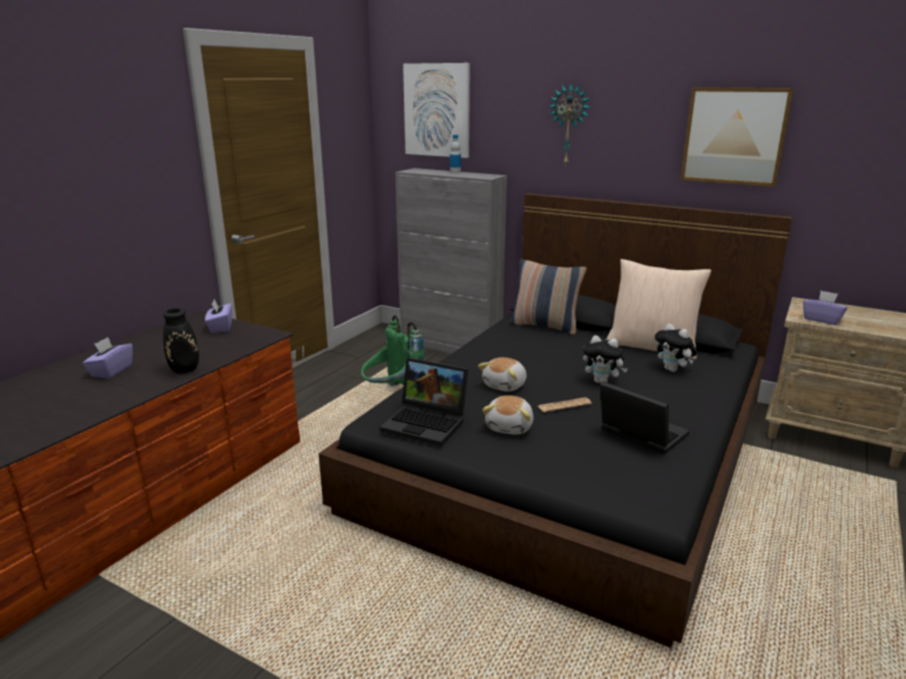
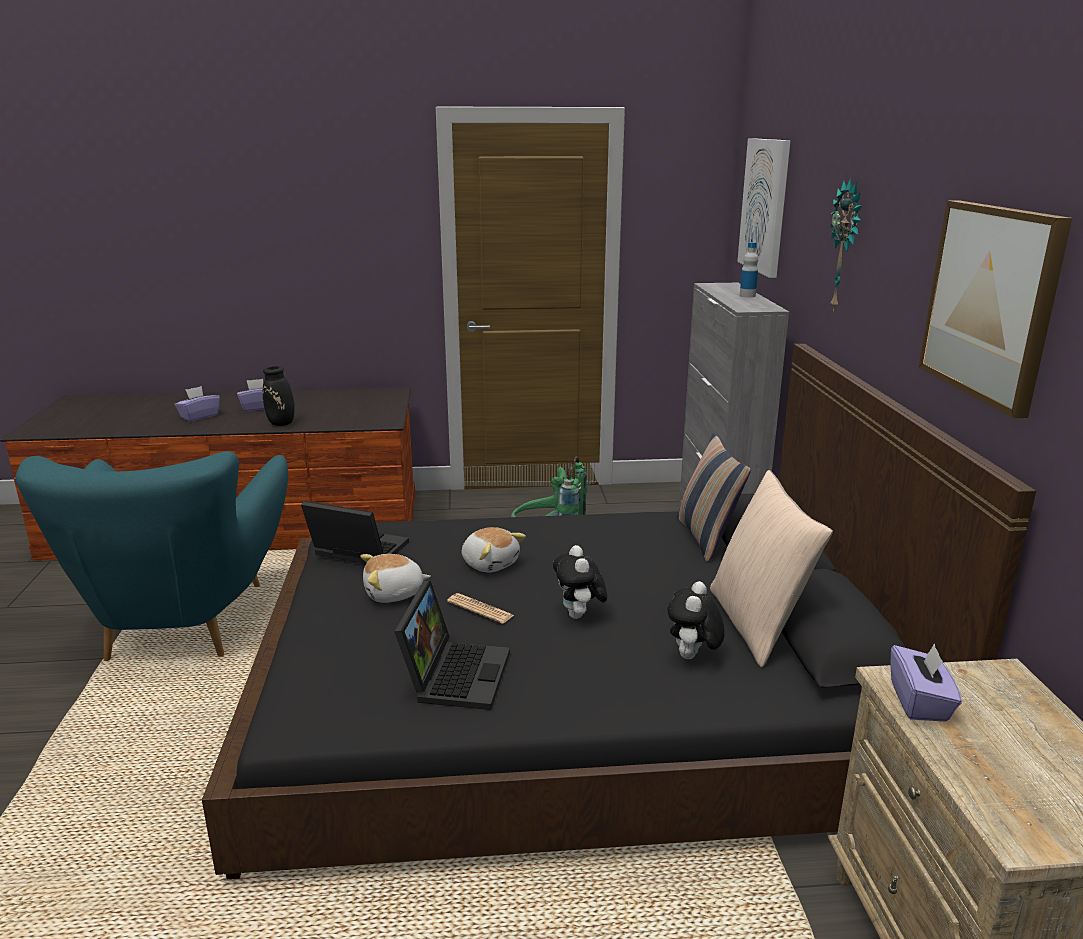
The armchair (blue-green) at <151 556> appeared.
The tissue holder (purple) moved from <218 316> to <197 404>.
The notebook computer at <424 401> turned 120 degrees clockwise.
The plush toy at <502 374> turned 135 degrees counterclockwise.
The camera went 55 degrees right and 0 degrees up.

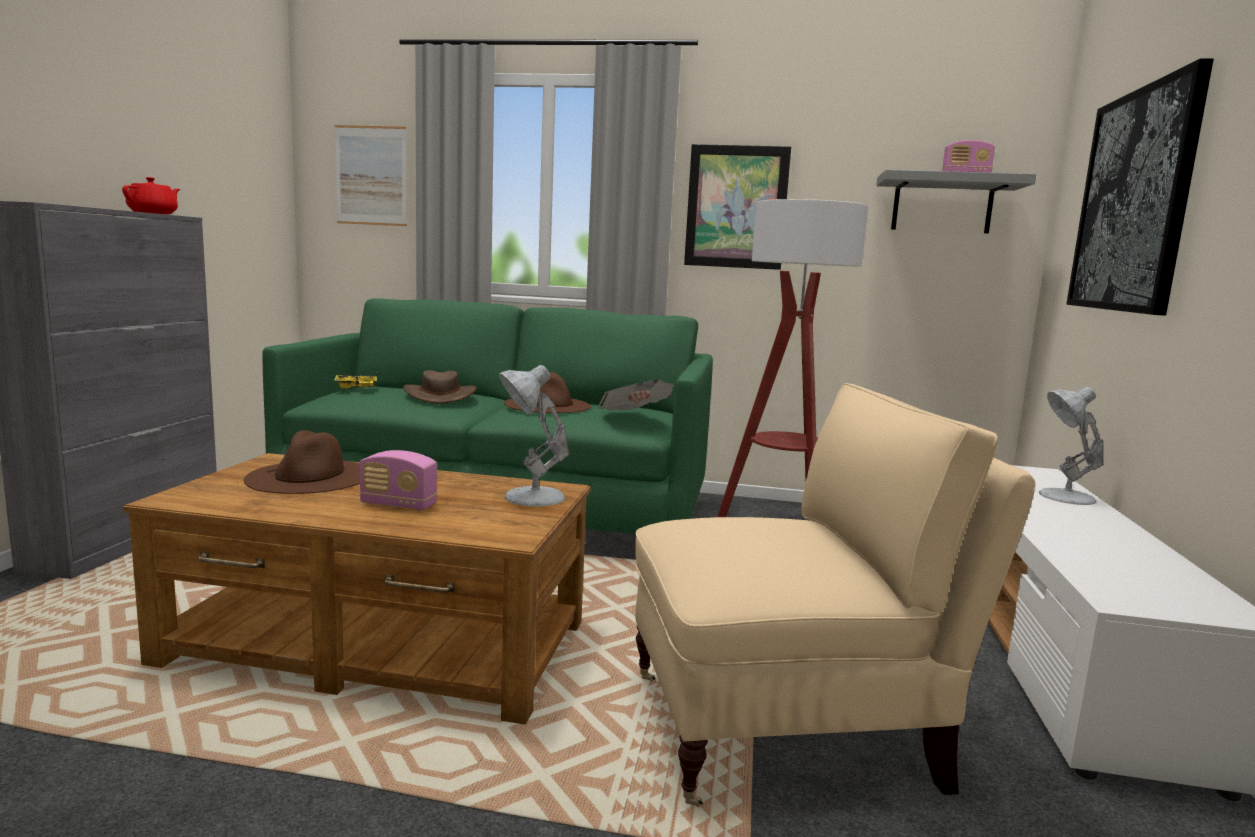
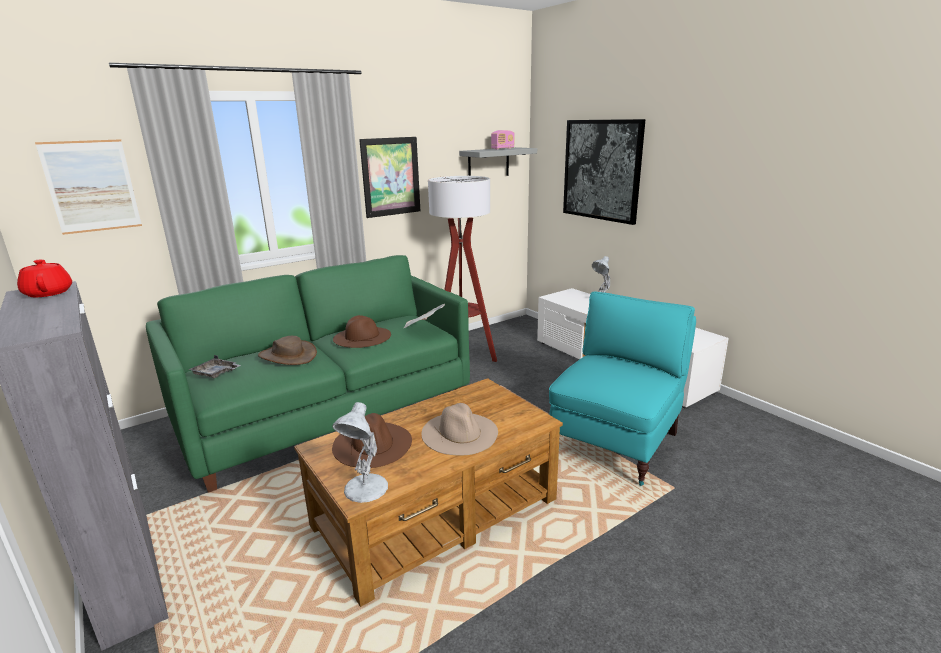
The table lamp (whitish) moved from <534 435> to <360 452>.
The radio receiver at <398 480> was replaced by the wearable hat (beige-coloured) at <460 429>.
The tray (yellow) at <356 380> became the tray (greyish) at <214 366>.
The armchair (beige-coloured) at <835 595> became the armchair (blue-green) at <622 388>.
The camera went 45 degrees left and 10 degrees up.

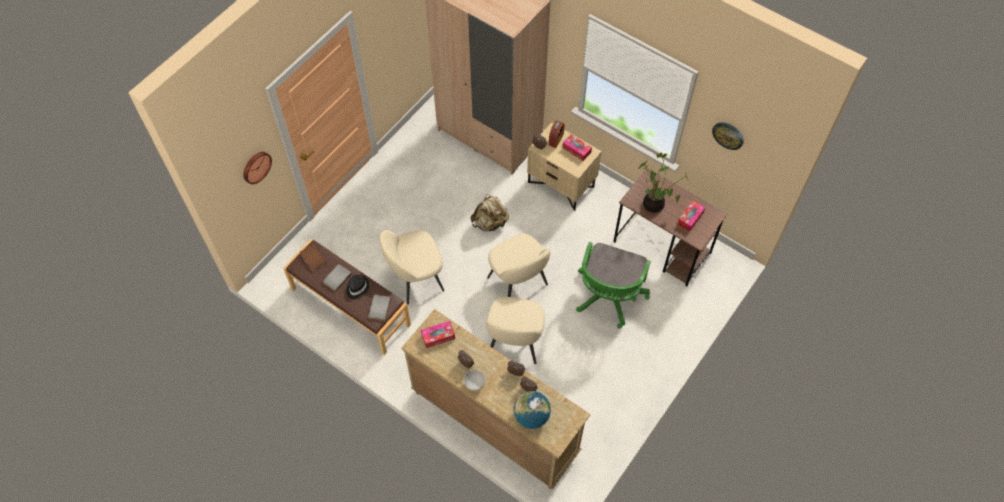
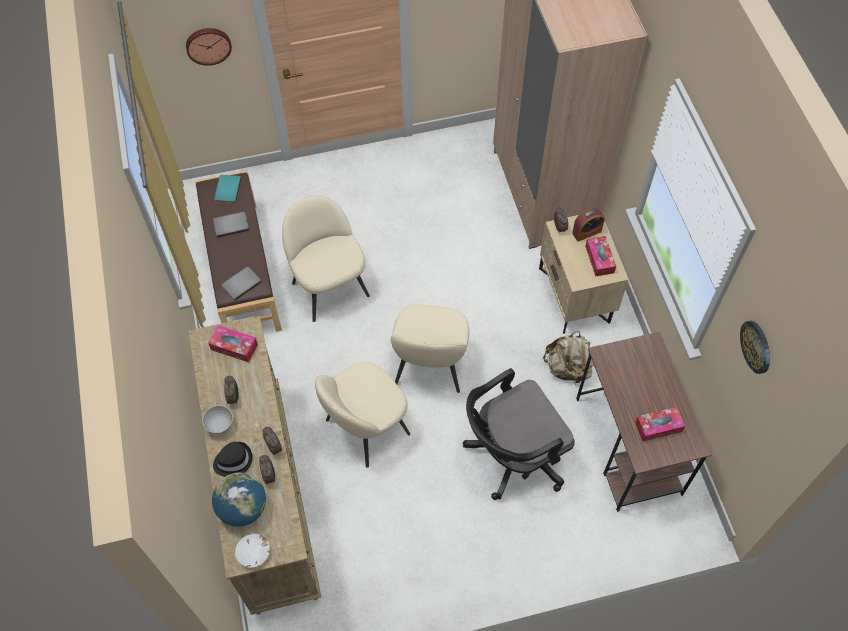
The plant in a pot at <663 182> disappeared.
The serving bowl (whitish) at <252 551> appeared.
The wearable hat (black) moved from <357 287> to <232 459>.
The knapsack (beige-coloured) moved from <489 212> to <568 358>.
The bound book (brownish) at <313 257> became the bound book (blue-green) at <227 189>.
The office chair (green) at <613 285> became the office chair (black) at <519 434>.
The chair (beige-coloured) at <411 267> turned 45 degrees clockwise.
The camera went 40 degrees right and 0 degrees up.

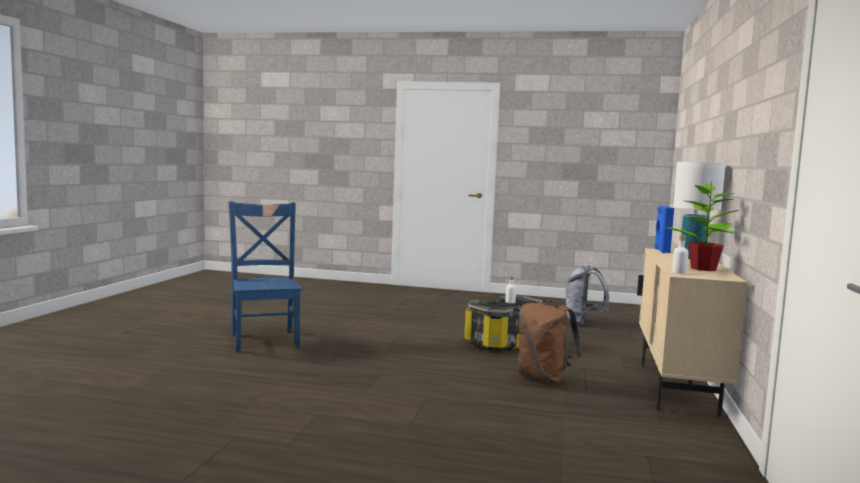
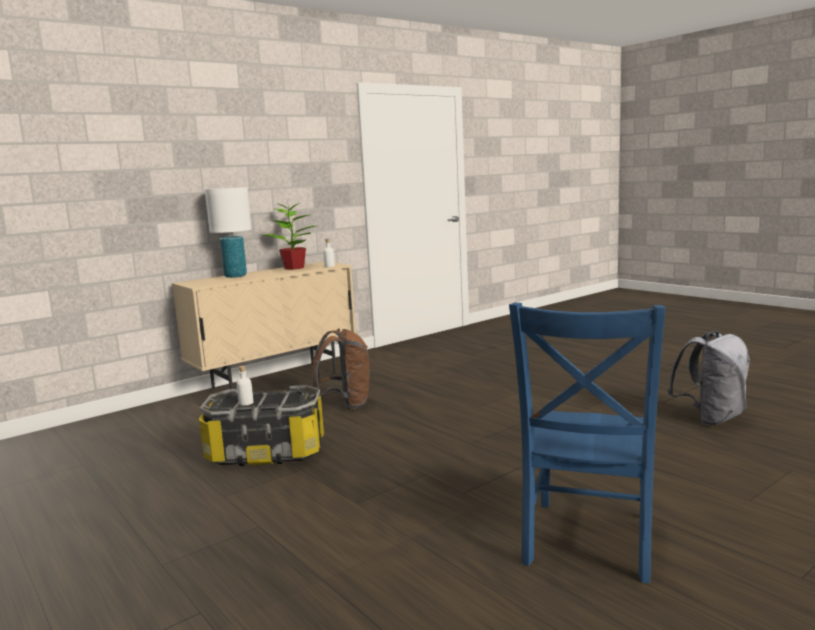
The loudspeaker (blue-coloured) at <664 229> disappeared.
The knapsack (greyish) moved from <587 294> to <708 378>.
The camera went 140 degrees left and 5 degrees up.

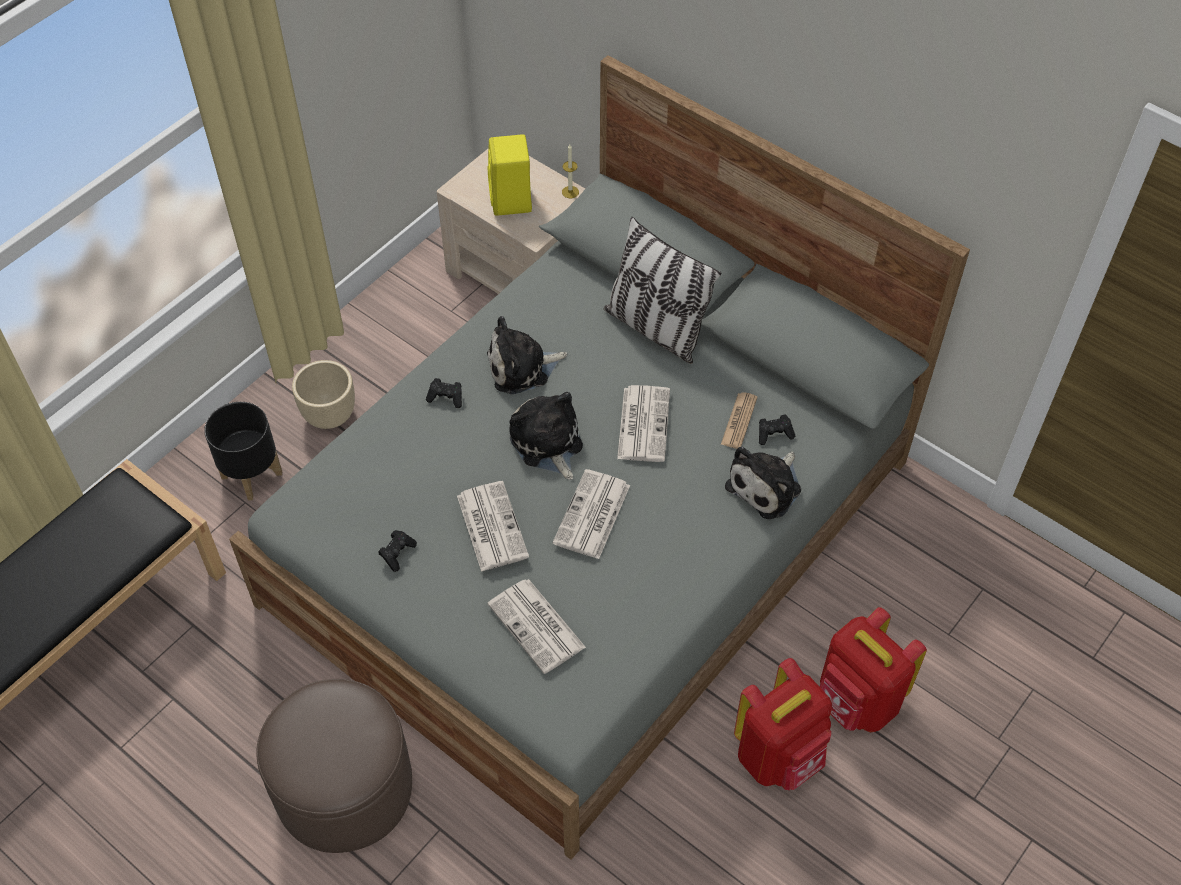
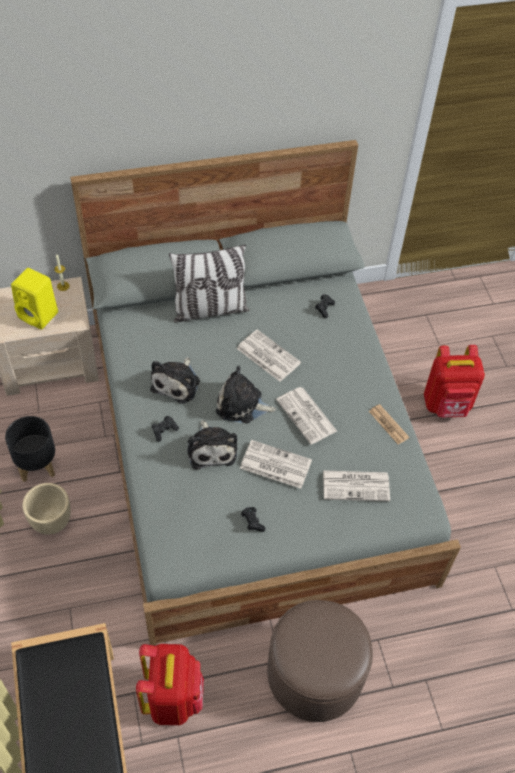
The plant pot (black) moved from <243 451> to <30 449>.
The printed paper moved from <739 420> to <389 424>.
The plush toy moved from <763 483> to <212 445>.
The knapsack (red) moved from <783 724> to <170 684>.
The camera went 55 degrees left and 0 degrees up.

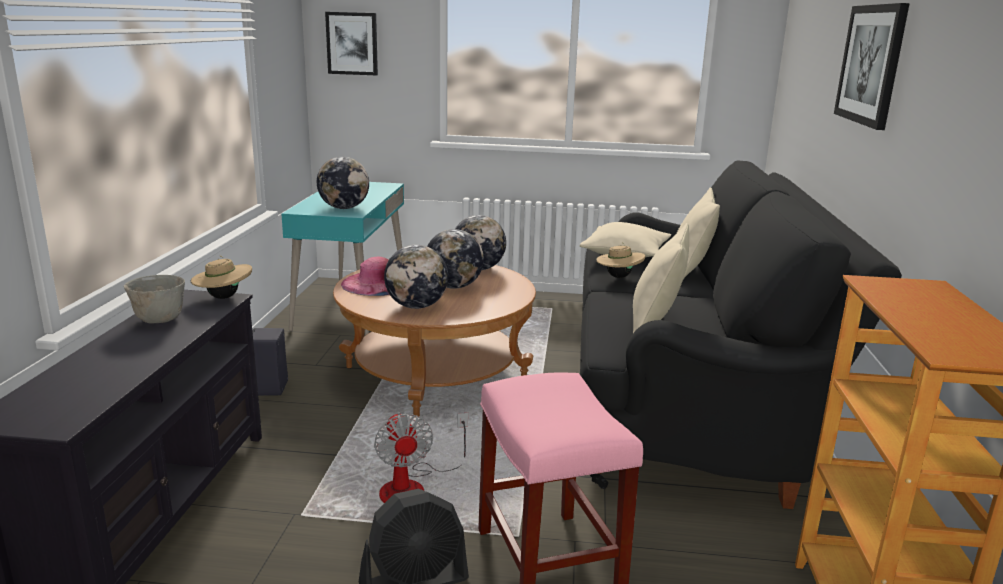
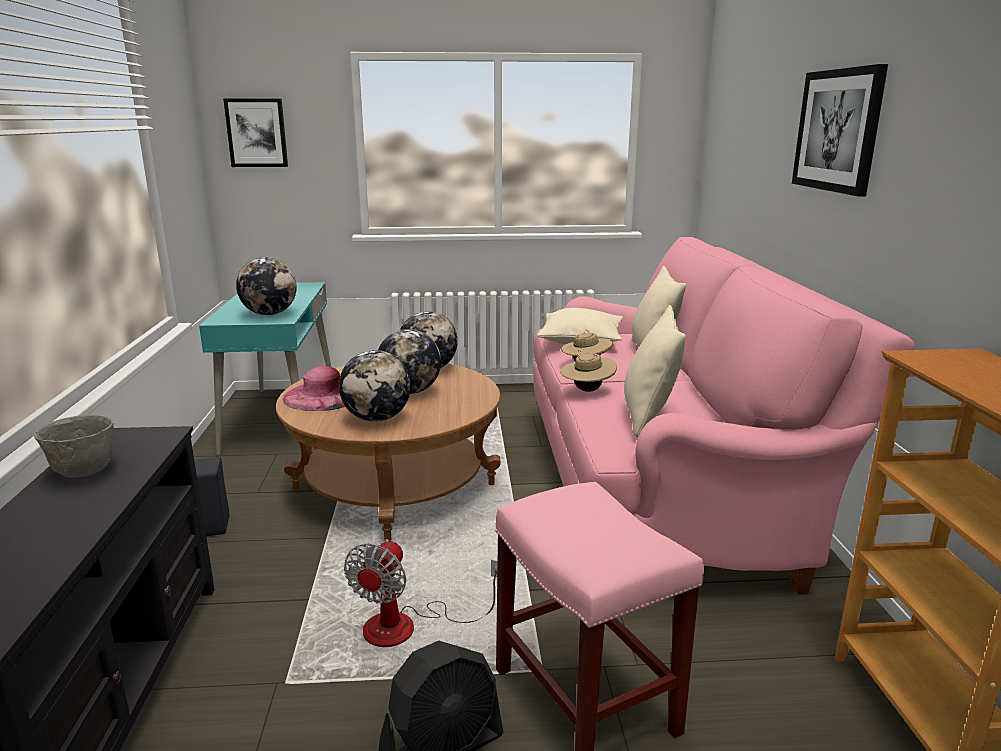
The wearable hat (beige-coloured) moved from <221 277> to <588 371>.
The settee (black) at <741 335> became the settee (pink) at <724 416>.
The cooling fan at <421 457> turned 45 degrees clockwise.
The camera went 10 degrees left and 0 degrees up.

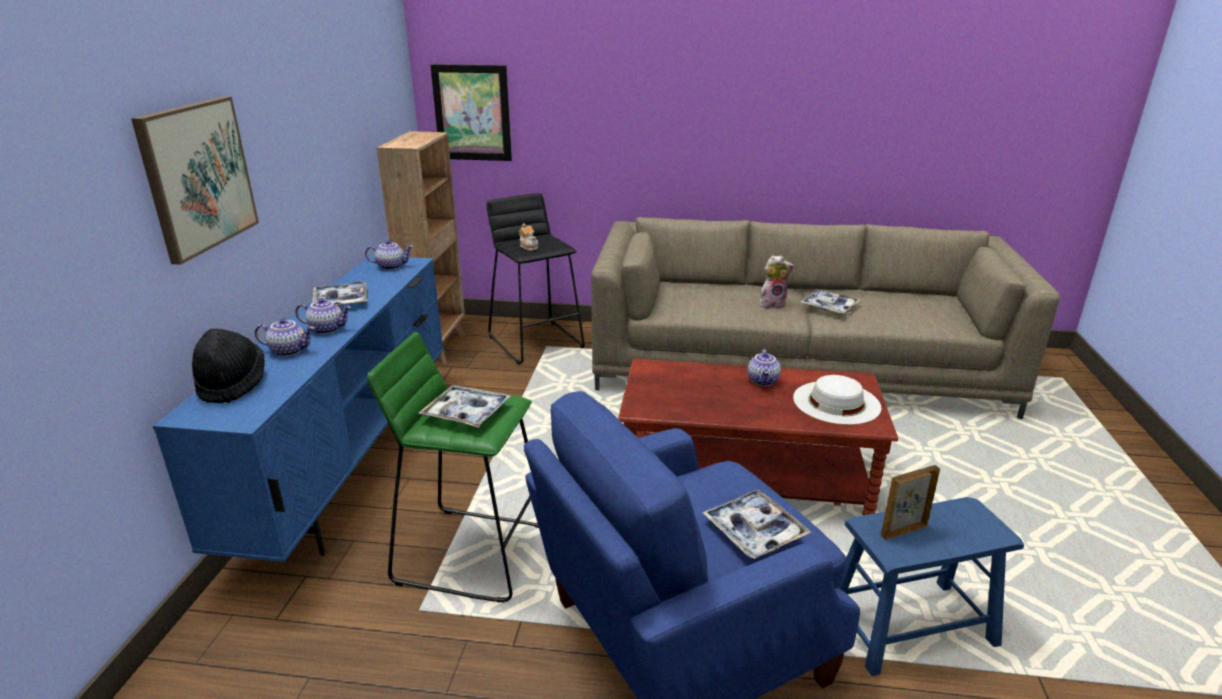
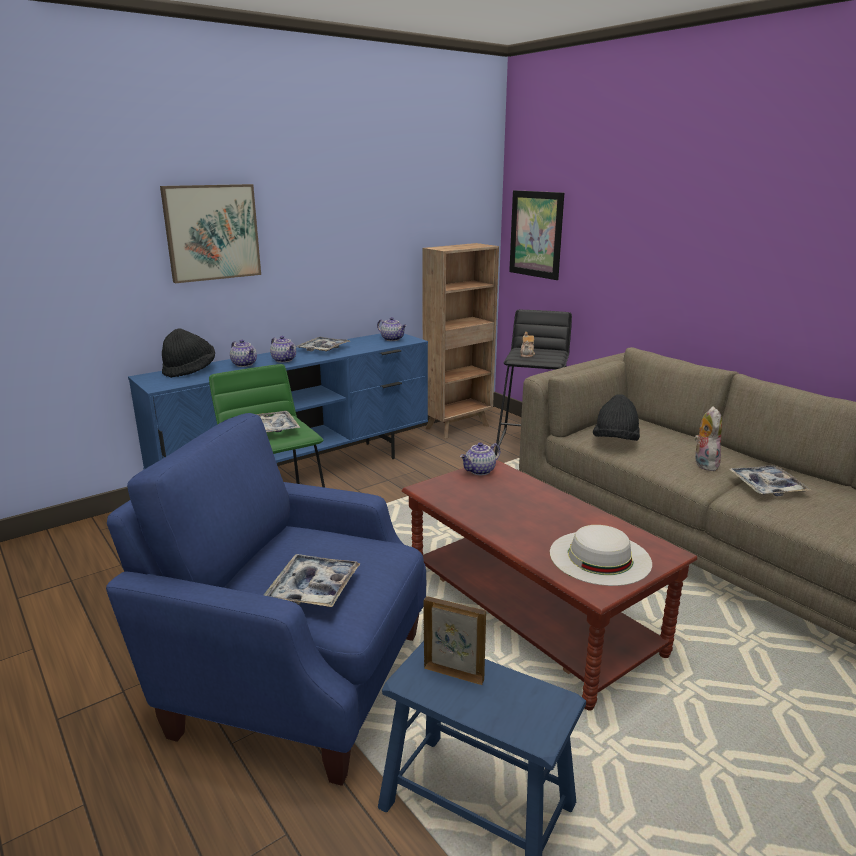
The wearable hat (black) at <616 417> appeared.
The teapot moved from <764 367> to <480 458>.
The plush toy at <776 282> turned 120 degrees counterclockwise.
The camera went 45 degrees right and 5 degrees down.

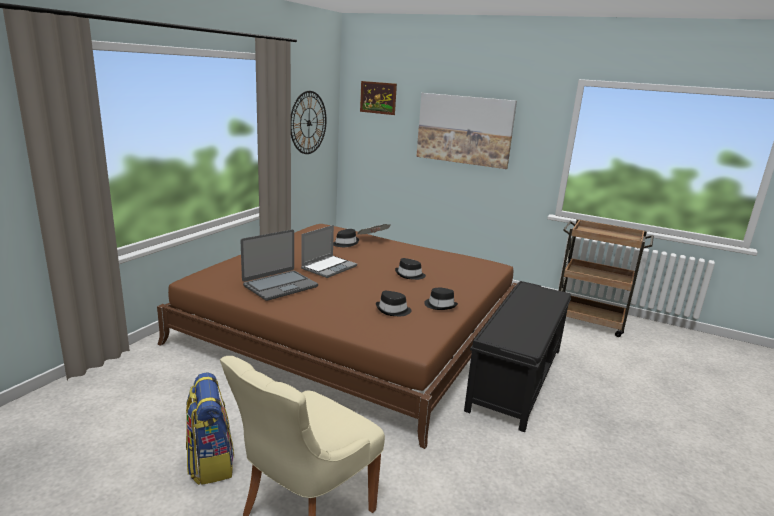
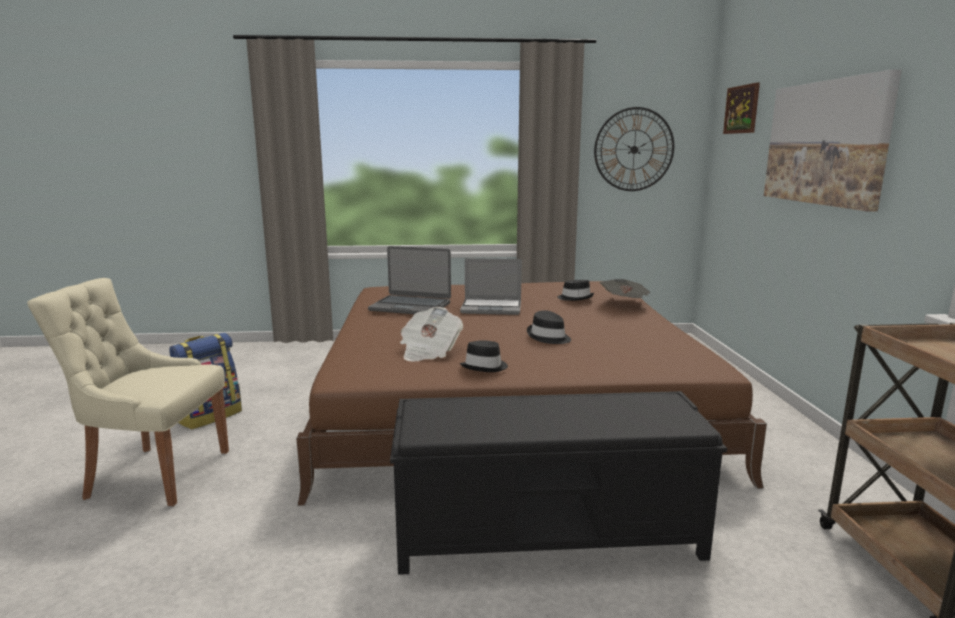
The wearable hat (black) at <394 303> was replaced by the printed paper at <431 334>.
The camera went 60 degrees right and 5 degrees down.

